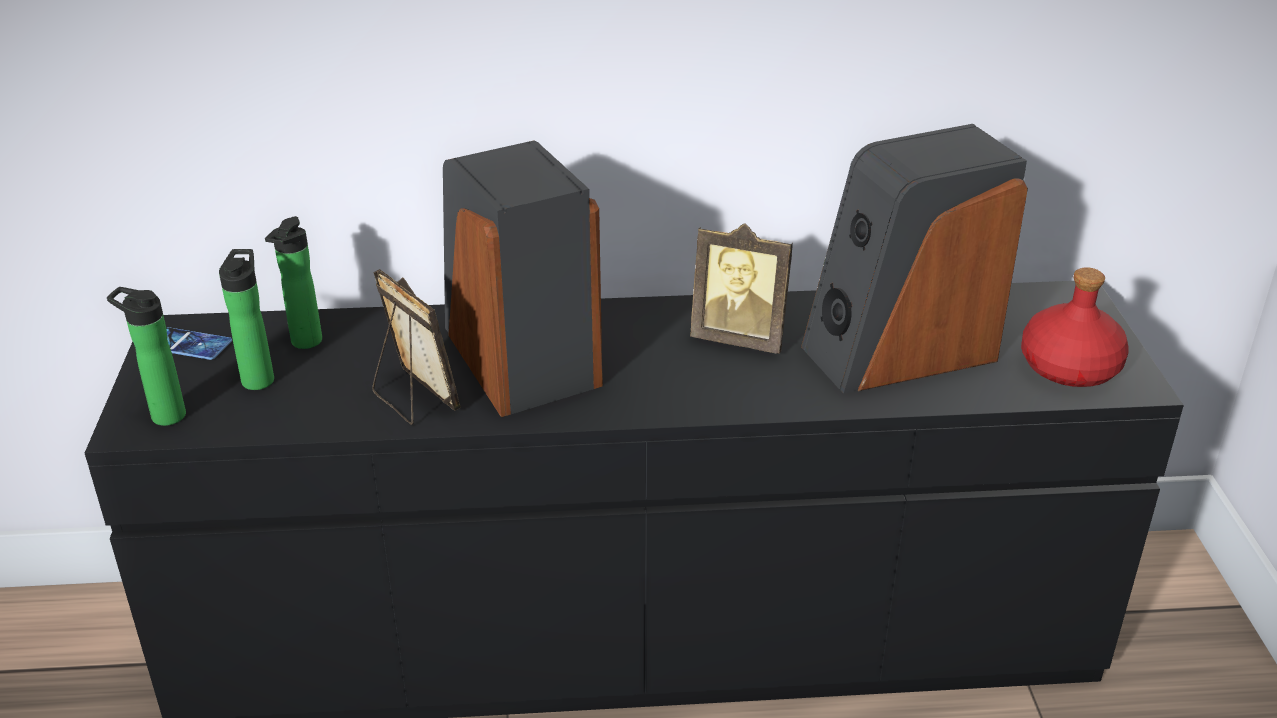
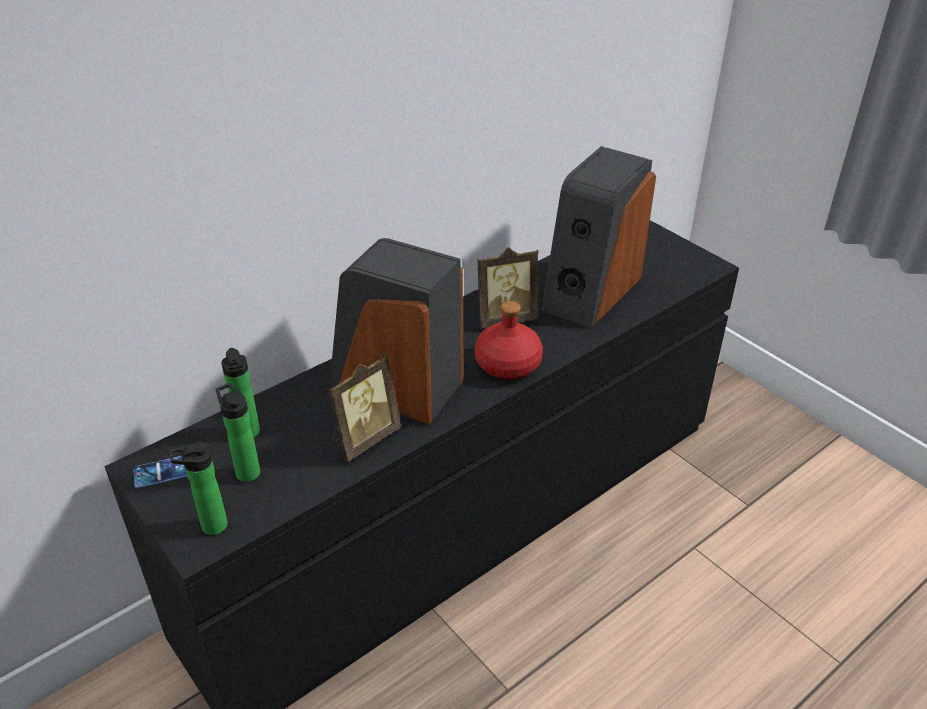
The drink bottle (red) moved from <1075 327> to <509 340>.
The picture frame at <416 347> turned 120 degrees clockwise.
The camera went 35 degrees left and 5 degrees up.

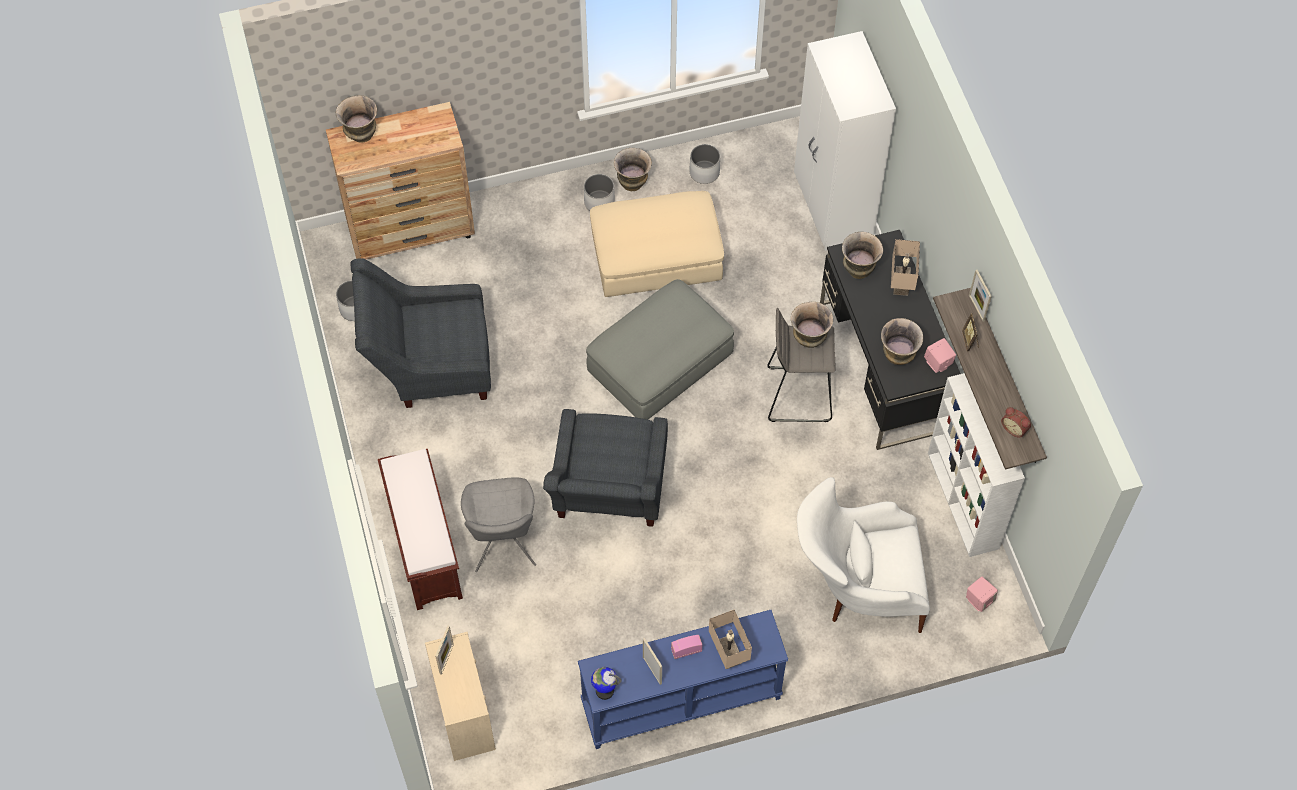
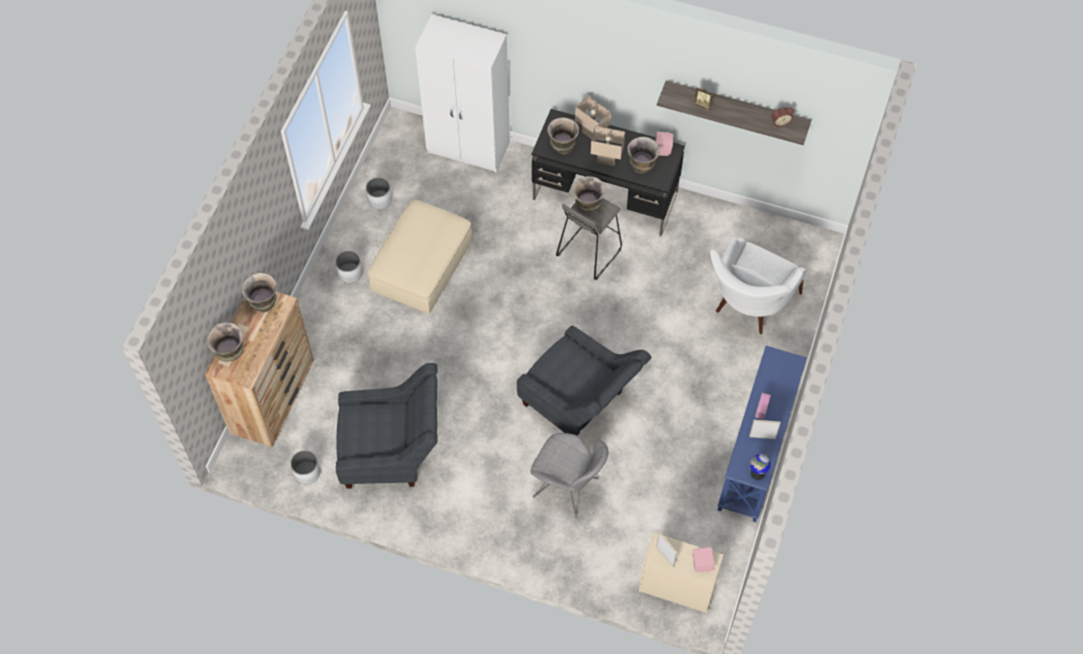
The bench (brownish) at <420 529> disappeared.
The ottoman (greyish) at <660 349> disappeared.
The bookcase (whitish) at <976 465> disappeared.
The picture frame at <980 296> disappeared.
The decorative vase moved from <633 169> to <259 292>.
The table lamp (beige-coloured) moved from <730 639> to <608 146>.
The loudspeaker (pink) moved from <982 594> to <704 559>.
The armchair (greyish) at <421 333> turned 120 degrees counterclockwise.
The camera went 55 degrees left and 0 degrees up.

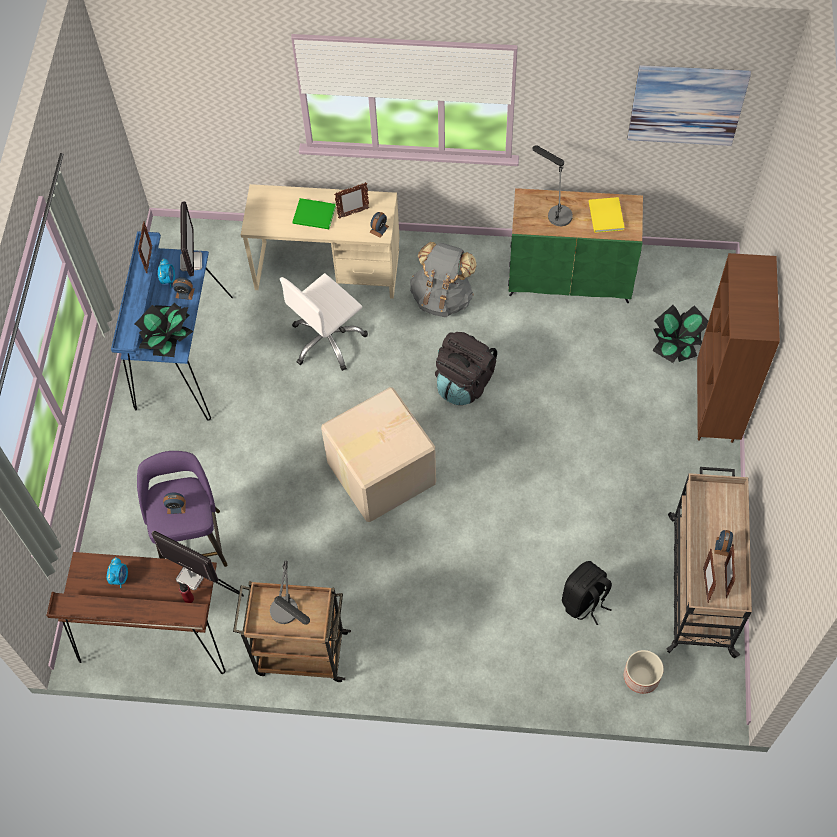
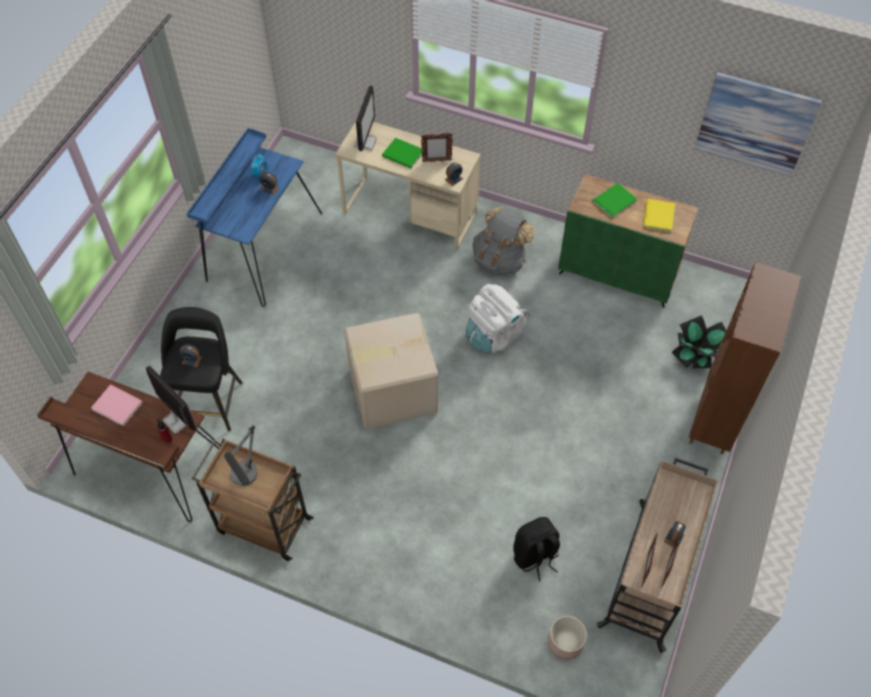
The plant in a pot at <164 330> disappeared.
The picture frame at <145 247> disappeared.
The office chair (whitish) at <324 322> disappeared.
The monitor moved from <191 238> to <365 118>.
The bedside clock at <117 572> was replaced by the bound book (pink) at <117 405>.
The table lamp at <552 185> was replaced by the bound book (green) at <614 200>.
The stool seat (purple) at <182 509> became the stool seat (black) at <201 369>.
The knapsack (black) at <466 368> became the knapsack (whitish) at <497 318>.
The camera went 15 degrees right and 5 degrees down.

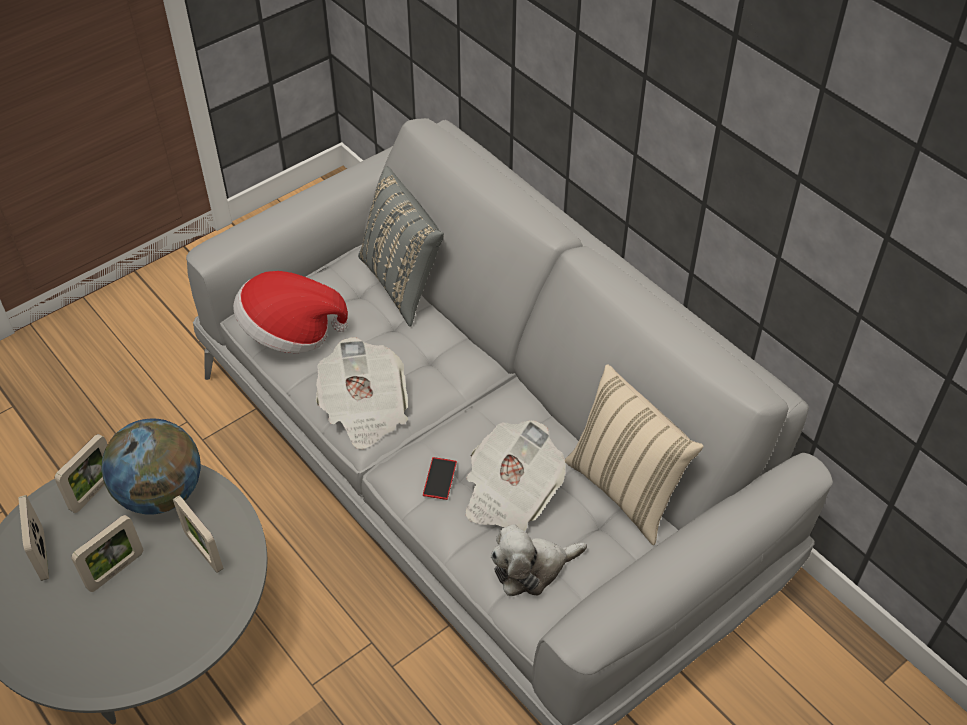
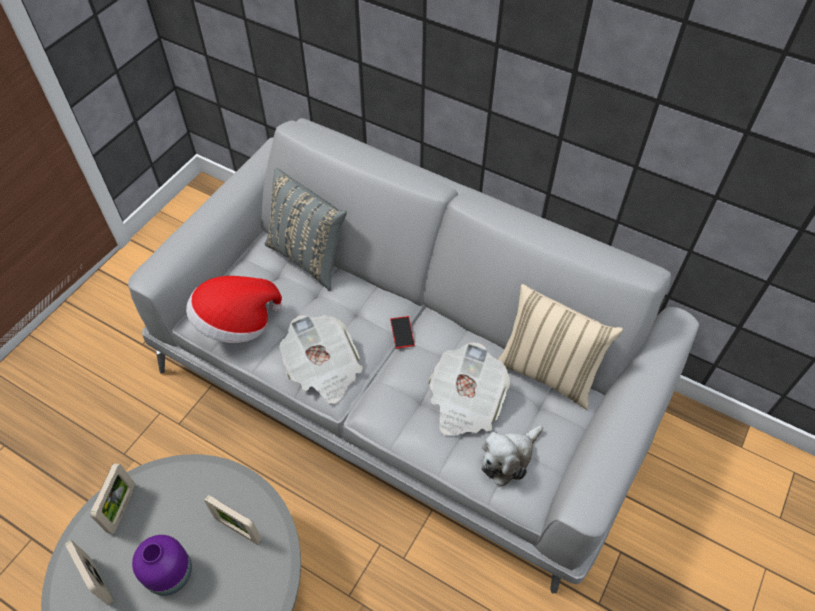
The world globe at <151 467> disappeared.
The handset moved from <440 478> to <402 332>.
The picture frame at <107 553> was replaced by the decorative vase (purple) at <162 565>.
The camera went 20 degrees left and 5 degrees up.

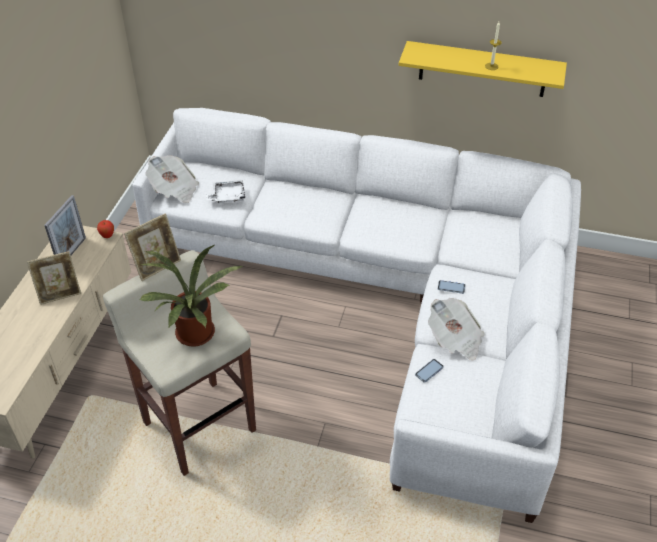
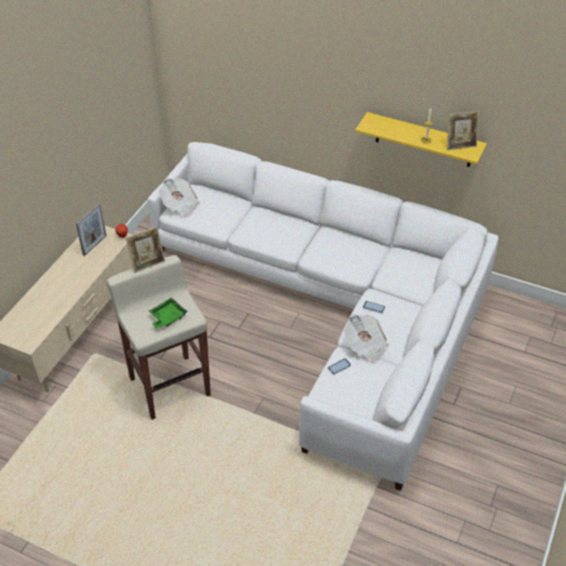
The tray (whitish) at <225 191> disappeared.
The picture frame moved from <54 278> to <463 130>.
The plant in a pot at <191 296> was replaced by the tray (green) at <168 313>.
The camera went 10 degrees right and 0 degrees up.

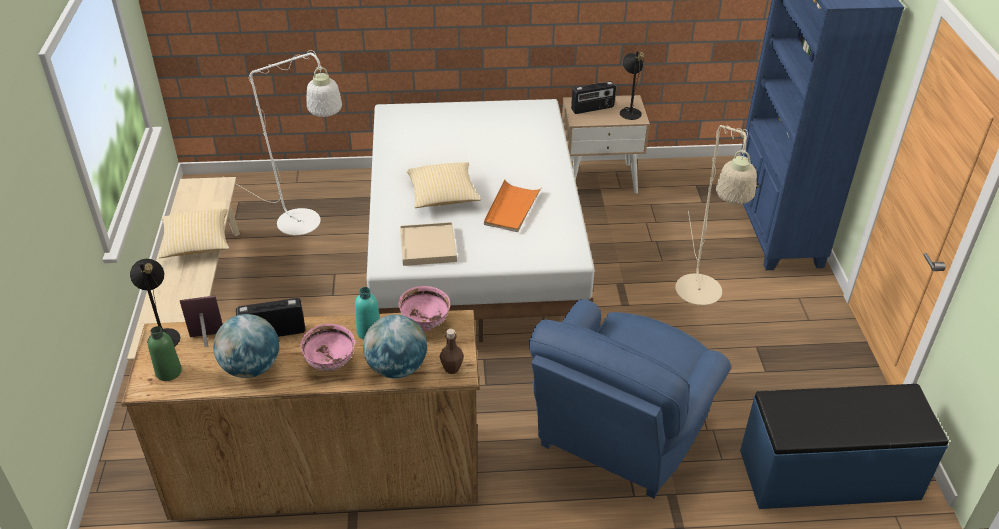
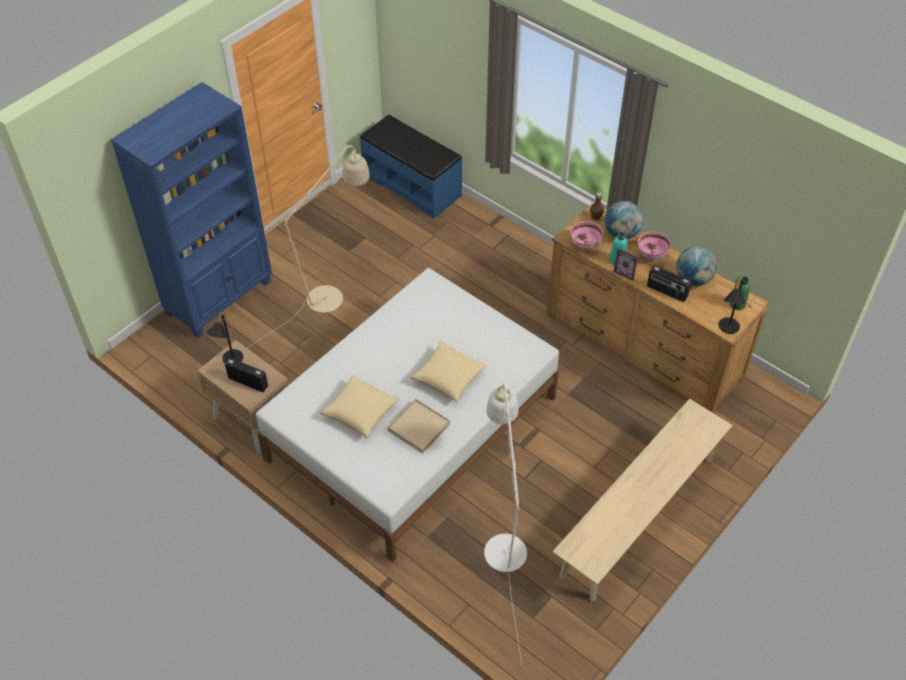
The tray (orange) at <513 205> disappeared.
The armchair (blue-coloured) at <630 399> disappeared.
The pillow moved from <194 233> to <359 406>.
The picture frame moved from <201 321> to <626 264>.
The tray (beige-coloured) moved from <428 244> to <419 426>.
The camera went 135 degrees left and 10 degrees up.

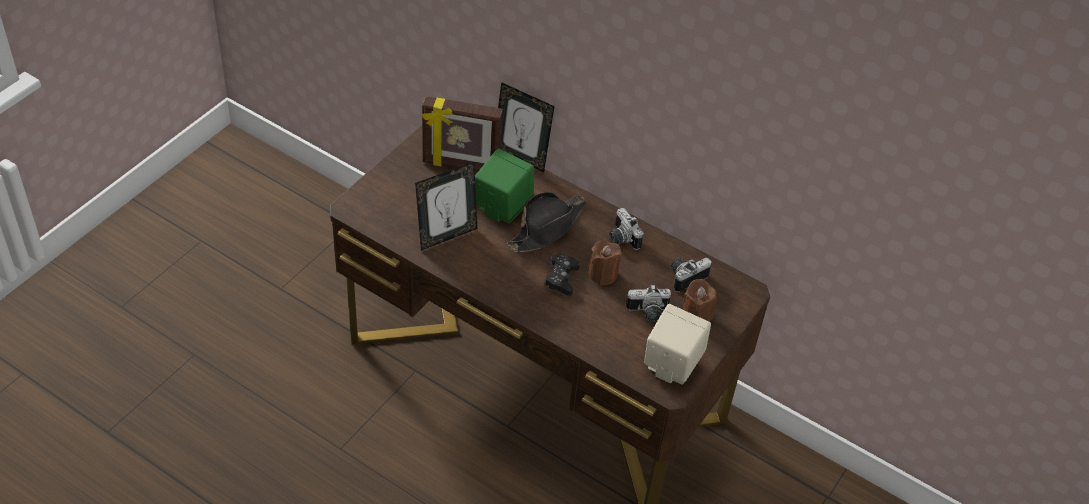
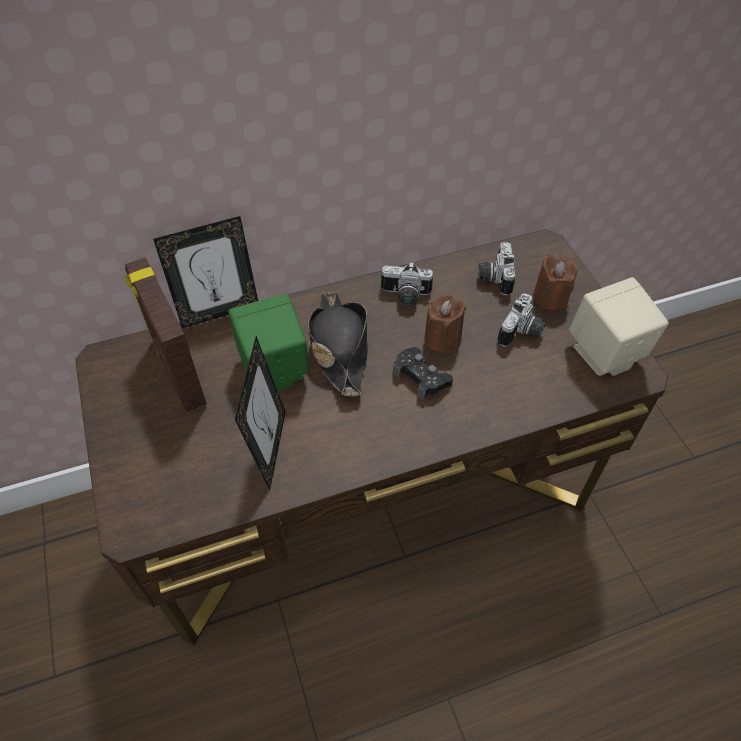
The picture frame at <462 133> turned 105 degrees clockwise.
The camera went 50 degrees left and 5 degrees up.

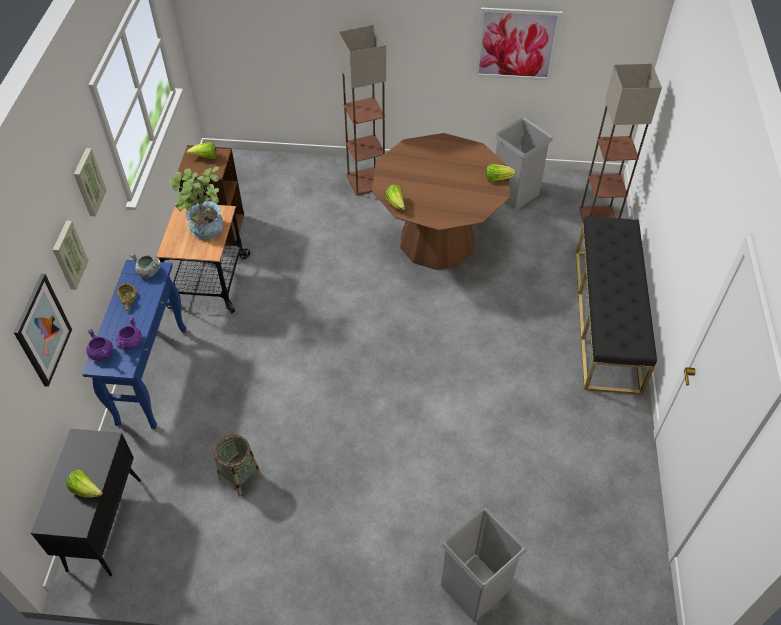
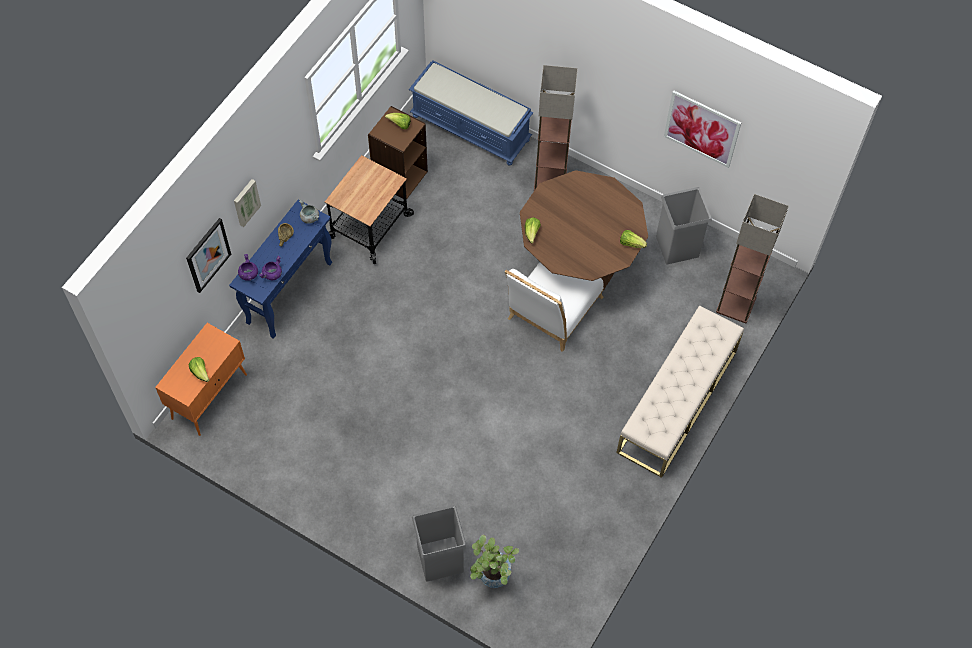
The wall art at <90 182> disappeared.
The basket at <237 465> disappeared.
The bench (blue-coloured) at <471 113> appeared.
The chair (whitish) at <554 307> appeared.
The plant in a pot moved from <196 202> to <494 561>.
The cupboard (black) at <86 502> became the cupboard (orange) at <201 379>.
The bench (black) at <616 305> became the bench (beige-coloured) at <680 391>.
The camera went 25 degrees right and 10 degrees up.

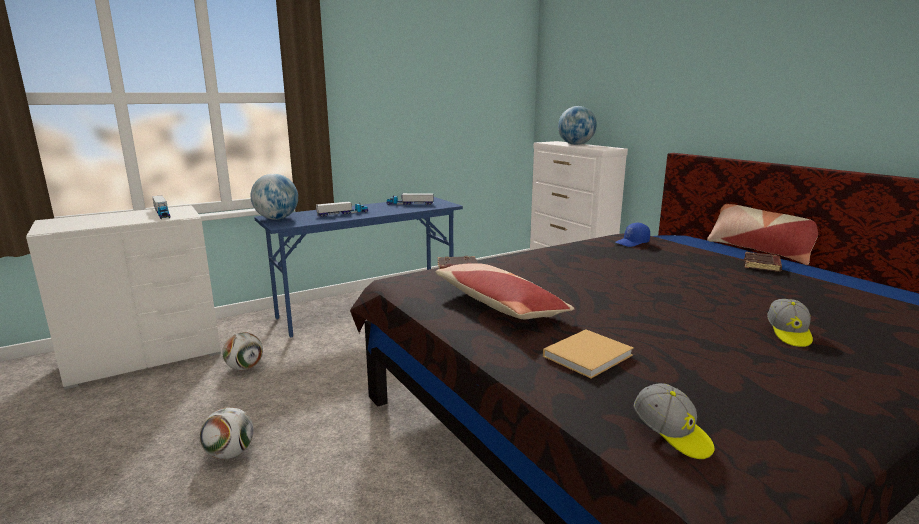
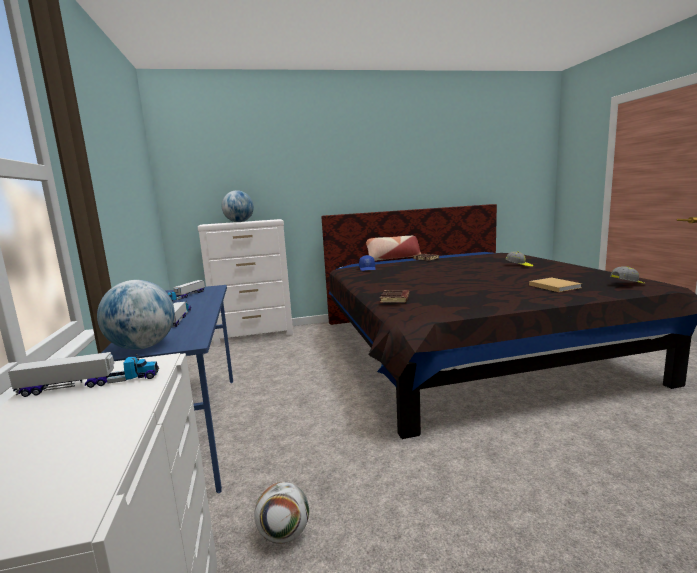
The ball for football at <227 433> disappeared.
The pillow at <505 291> disappeared.
The camera went 70 degrees left and 5 degrees down.

